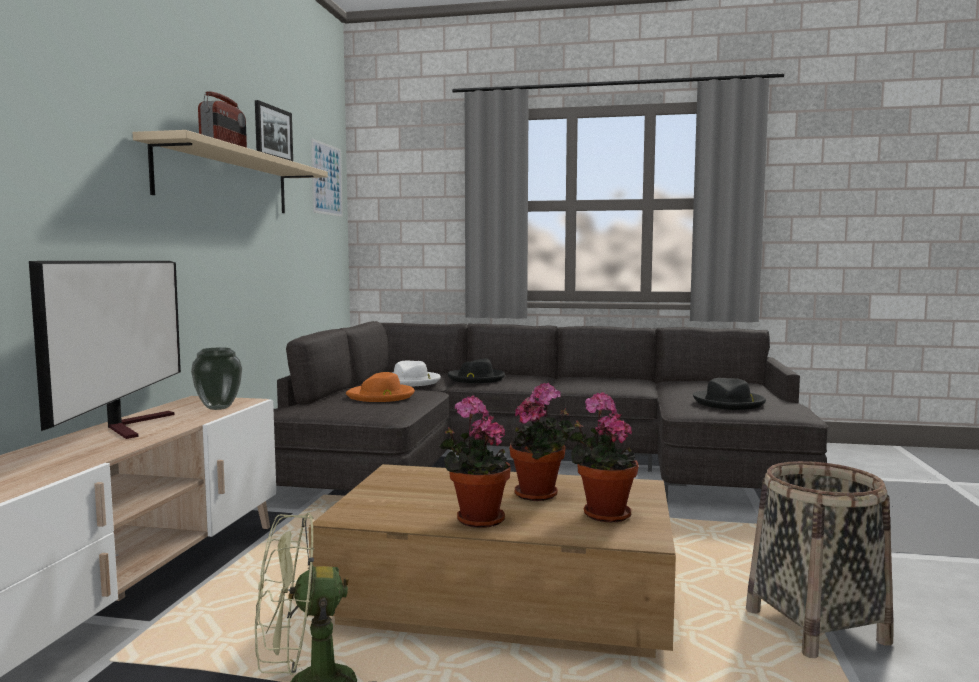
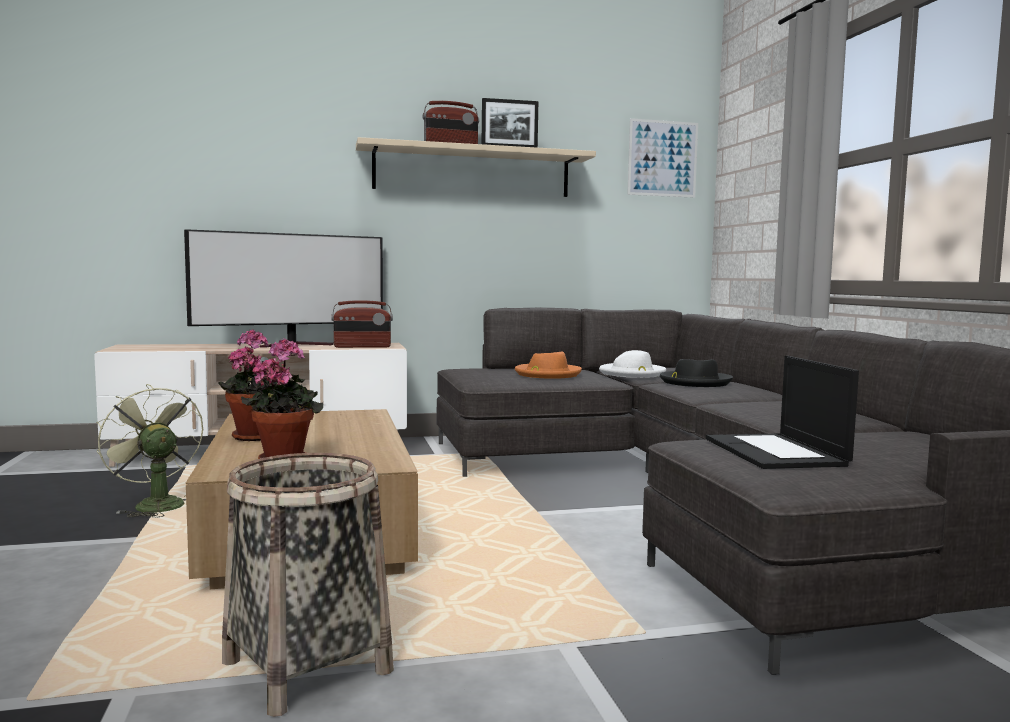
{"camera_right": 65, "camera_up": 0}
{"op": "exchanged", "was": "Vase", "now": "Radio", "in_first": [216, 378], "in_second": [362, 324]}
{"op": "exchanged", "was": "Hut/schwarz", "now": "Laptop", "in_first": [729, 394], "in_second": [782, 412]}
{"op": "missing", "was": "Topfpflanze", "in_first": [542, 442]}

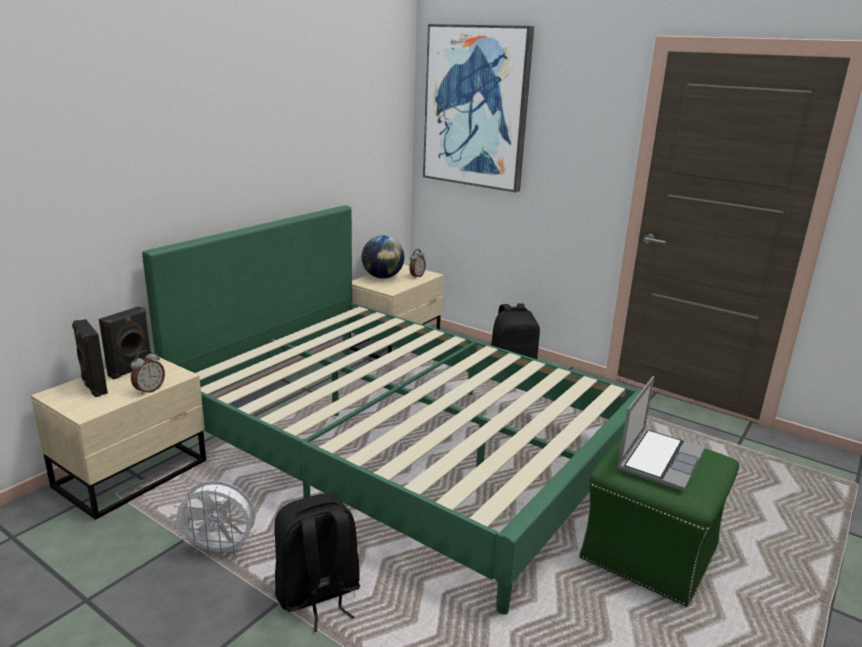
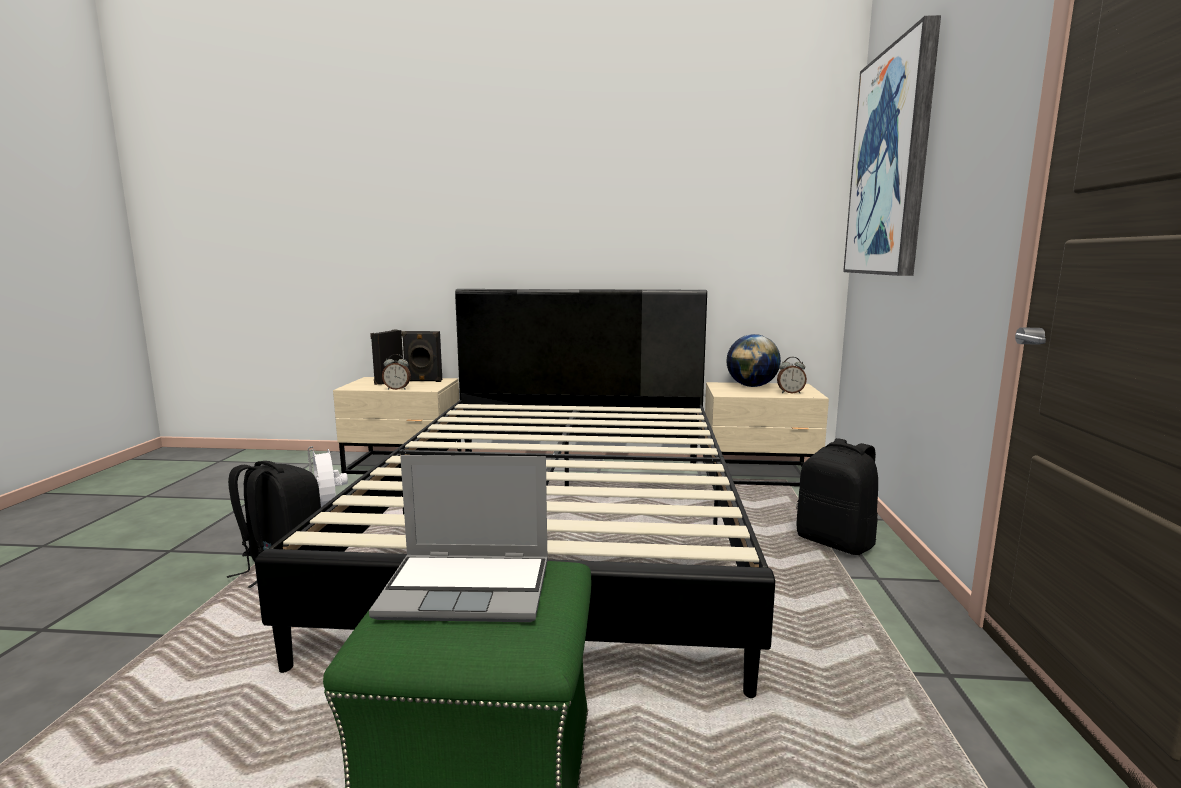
{"camera_right": 60, "camera_up": -10}
{"op": "colour", "was": "Bett/grün", "now": "Bett/schwarz", "in_first": [392, 410], "in_second": [515, 493]}

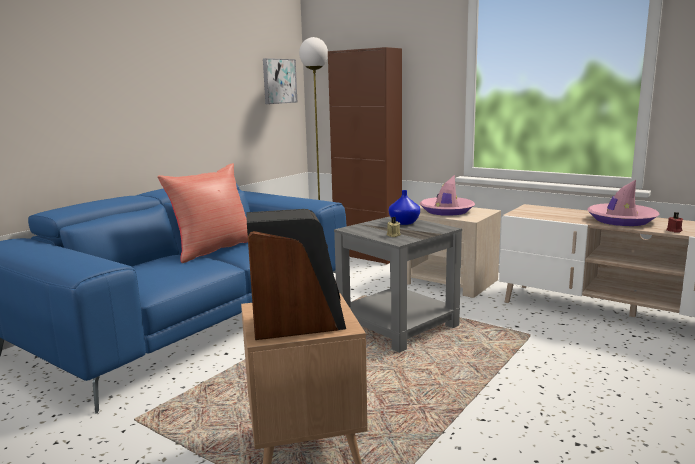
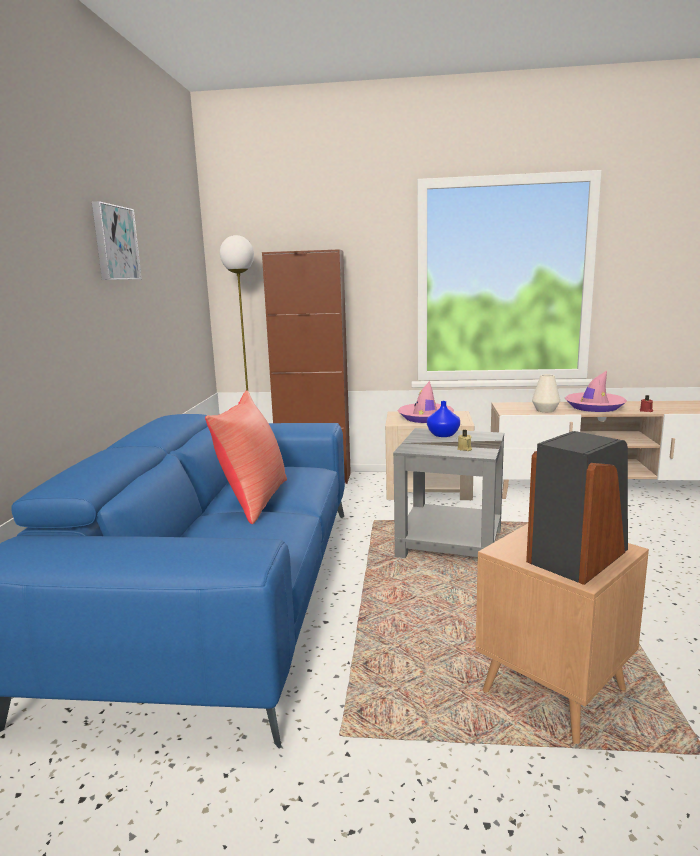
{"camera_right": -30, "camera_up": 0}
{"op": "relocated", "was": "Bild", "in_first": [280, 81], "in_second": [117, 240]}
{"op": "appeared", "now": "Vase/weiß", "in_second": [546, 393]}

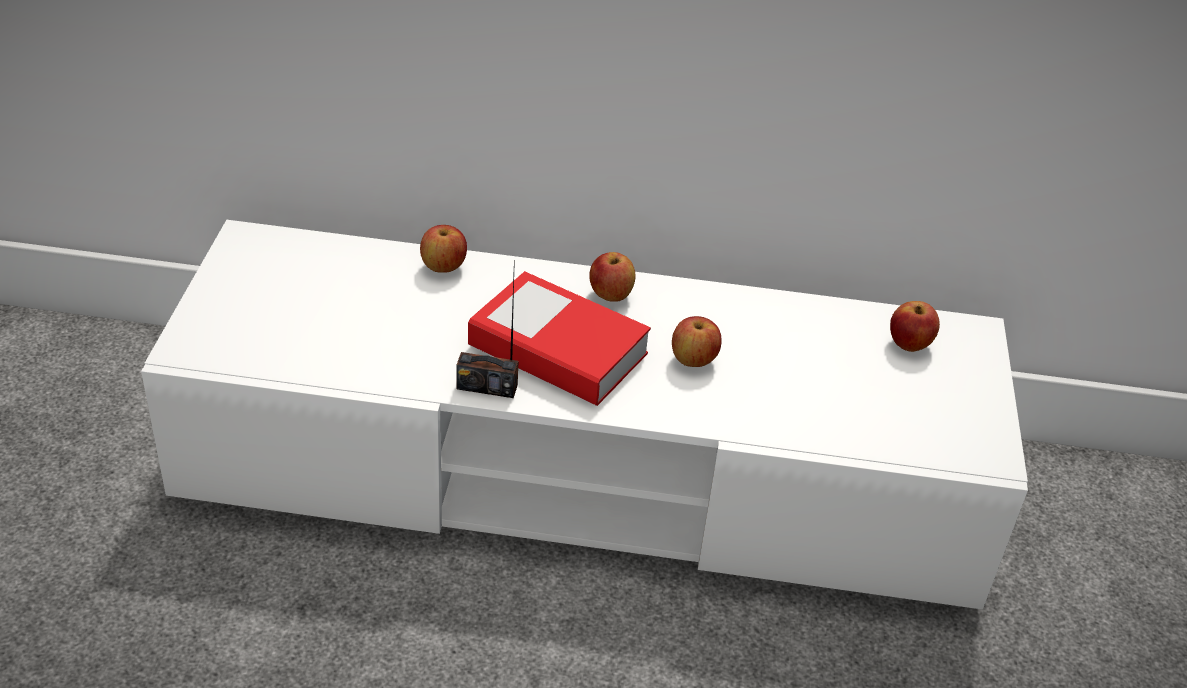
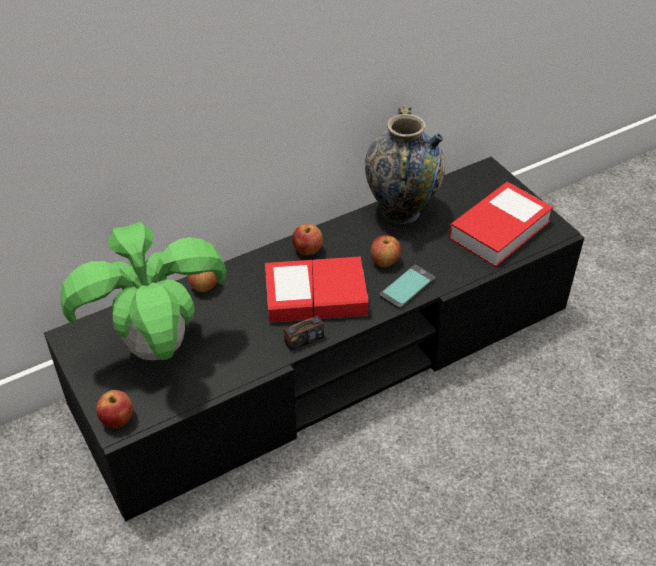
{"camera_right": -35, "camera_up": 5}
{"op": "colour", "was": "Fernsehschrank/weiß", "now": "Fernsehschrank/schwarz", "in_first": [584, 415], "in_second": [314, 339]}
{"op": "appeared", "now": "Topfpflanze", "in_second": [143, 291]}
{"op": "relocated", "was": "Apfel", "in_first": [915, 326], "in_second": [114, 409]}
{"op": "appeared", "now": "Vase", "in_second": [405, 164]}
{"op": "appeared", "now": "Handy", "in_second": [407, 287]}
{"op": "appeared", "now": "Buch", "in_second": [501, 224]}

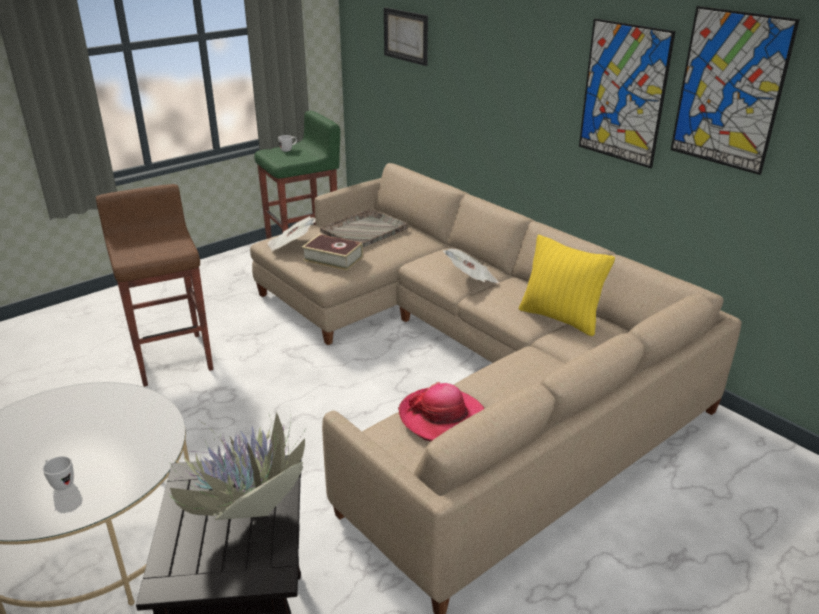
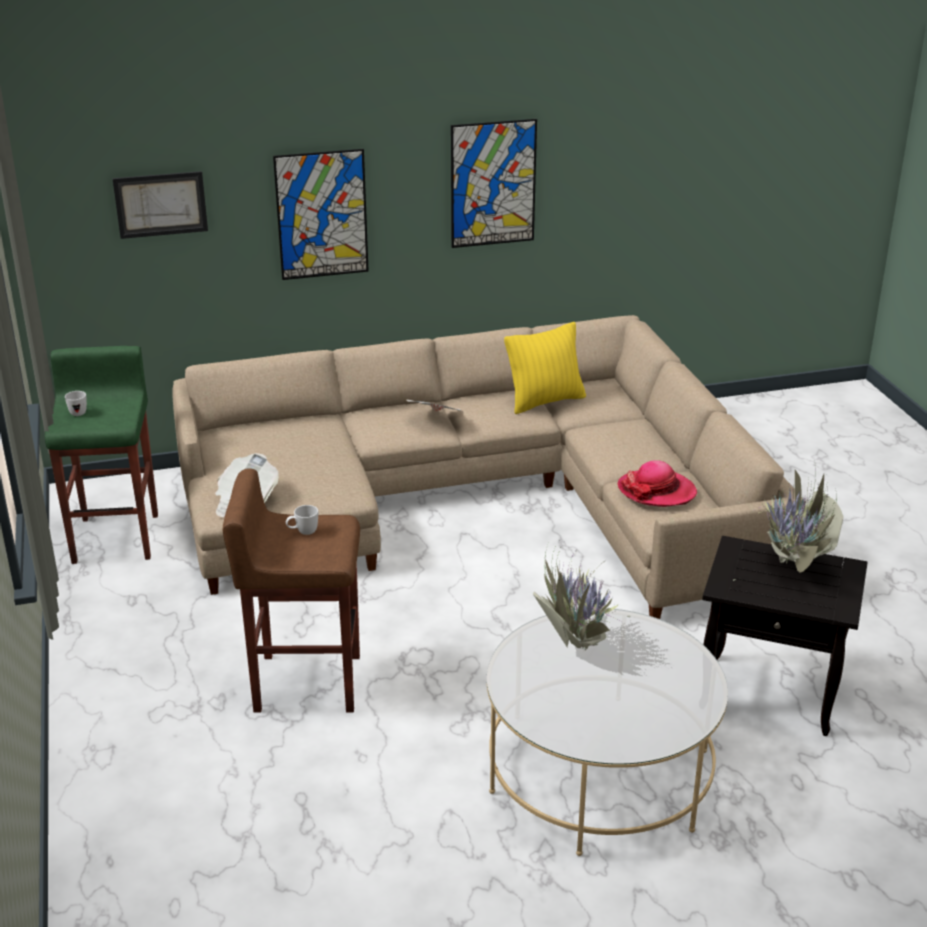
{"camera_right": -65, "camera_up": 0}
{"op": "relocated", "was": "Bild", "in_first": [735, 90], "in_second": [321, 214]}
{"op": "relocated", "was": "Henkelbecher/weiß", "in_first": [58, 473], "in_second": [302, 520]}
{"op": "appeared", "now": "Topfpflanze", "in_second": [582, 597]}
{"op": "missing", "was": "Buch", "in_first": [332, 252]}
{"op": "missing", "was": "Tablett/grau", "in_first": [364, 228]}

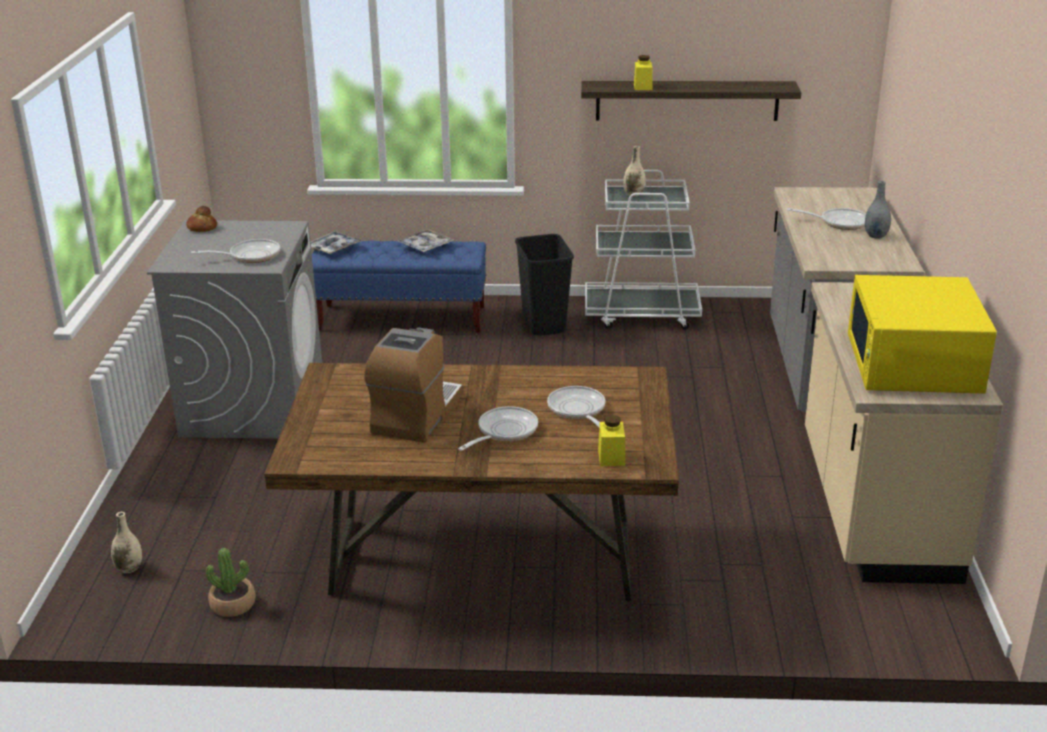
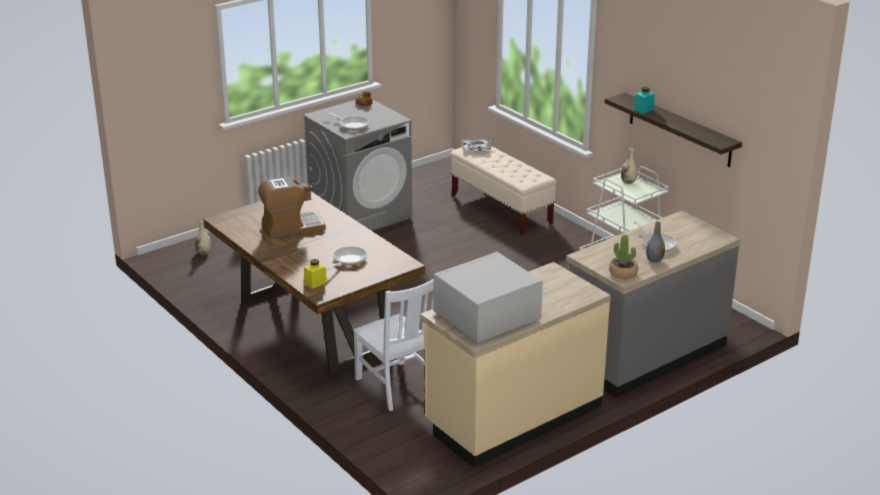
{"camera_right": 50, "camera_up": 0}
{"op": "appeared", "now": "Stuhl/weiß", "in_second": [393, 345]}
{"op": "colour", "was": "Mikrowelle/gelb", "now": "Mikrowelle/weiß", "in_first": [922, 334], "in_second": [488, 297]}
{"op": "colour", "was": "Bank/blau", "now": "Bank/beige", "in_first": [399, 287], "in_second": [504, 190]}
{"op": "relocated", "was": "Topfpflanze", "in_first": [231, 582], "in_second": [623, 257]}
{"op": "colour", "was": "Vorratsglas/gelb", "now": "Vorratsglas/türkis", "in_first": [643, 72], "in_second": [644, 100]}
{"op": "missing", "was": "Tablett", "in_first": [425, 240]}
{"op": "missing", "was": "Pfanne", "in_first": [498, 428]}
{"op": "missing", "was": "Mülleimer/schwarz", "in_first": [544, 285]}

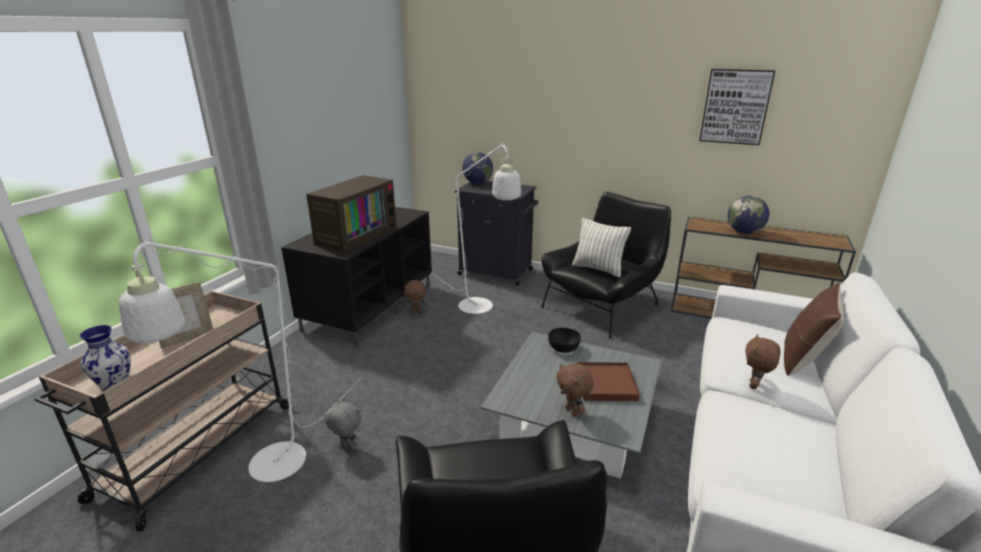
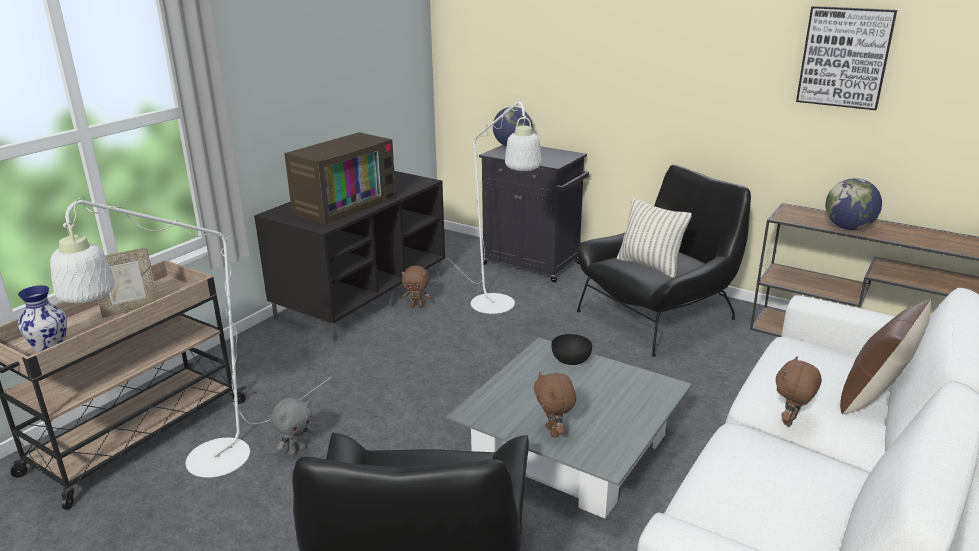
{"camera_right": 10, "camera_up": 0}
{"op": "spun", "was": "Plüschtier/grau", "in_first": [343, 425], "in_second": [292, 426], "clockwise": 90}
{"op": "missing", "was": "Tablett/braun", "in_first": [608, 381]}

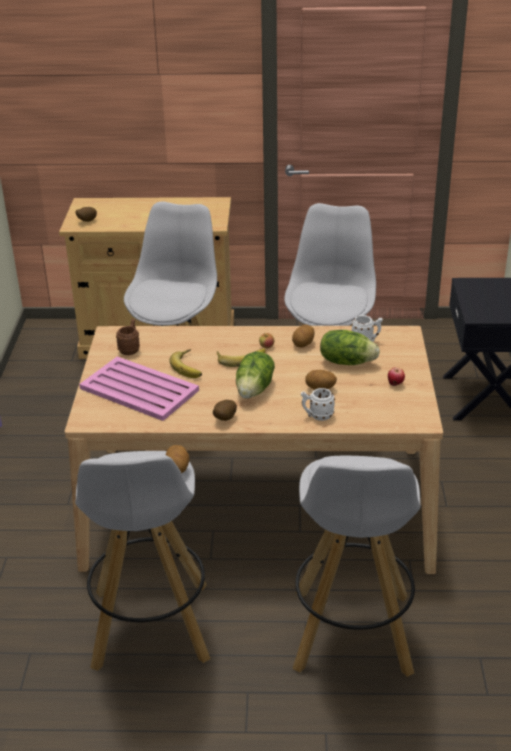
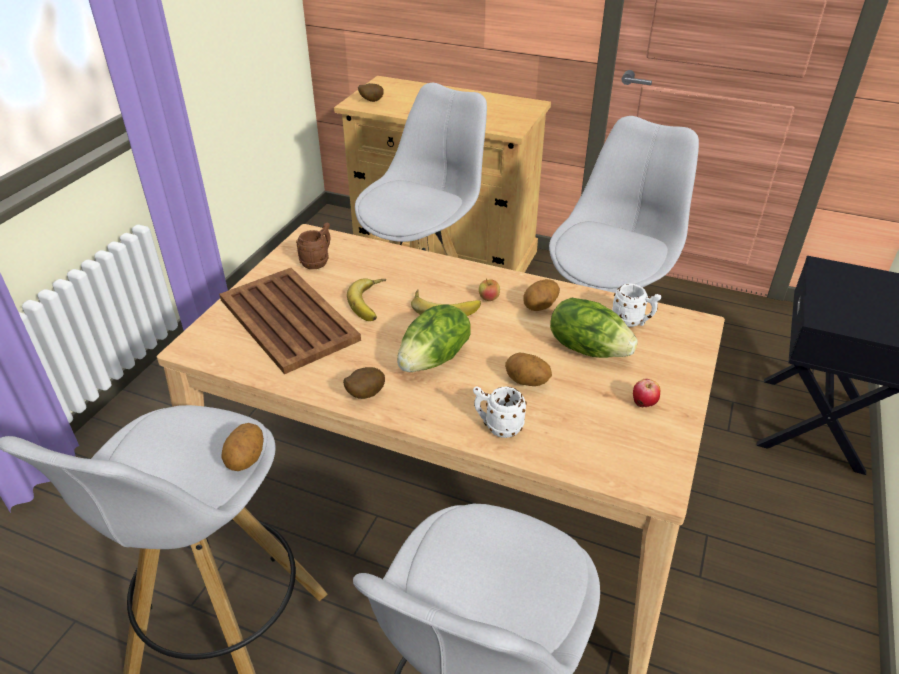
{"camera_right": 20, "camera_up": 5}
{"op": "colour", "was": "Tablett/rosa", "now": "Tablett/braun", "in_first": [139, 388], "in_second": [290, 321]}

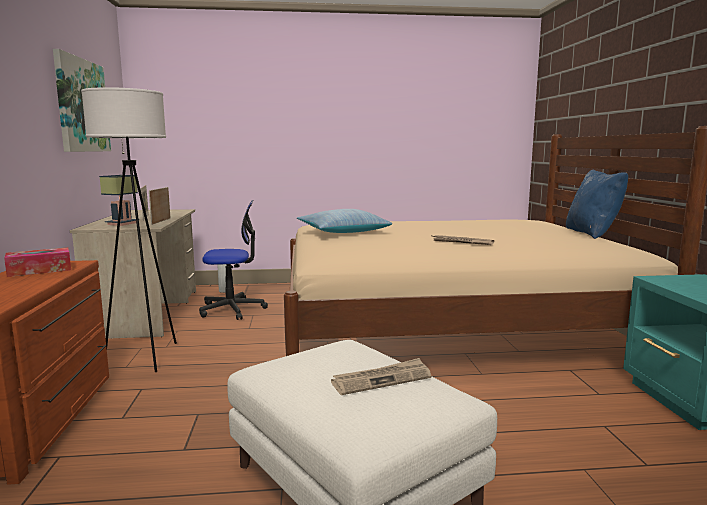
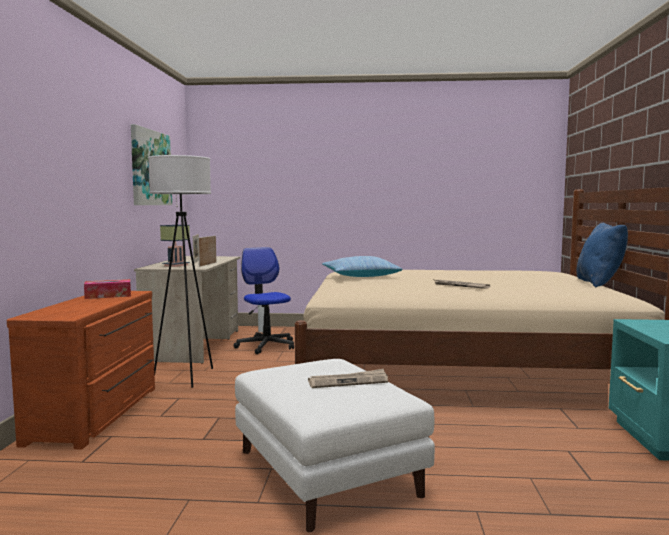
{"camera_right": 10, "camera_up": -5}
{"op": "spun", "was": "Bürostuhl", "in_first": [233, 260], "in_second": [264, 300], "clockwise": -120}

